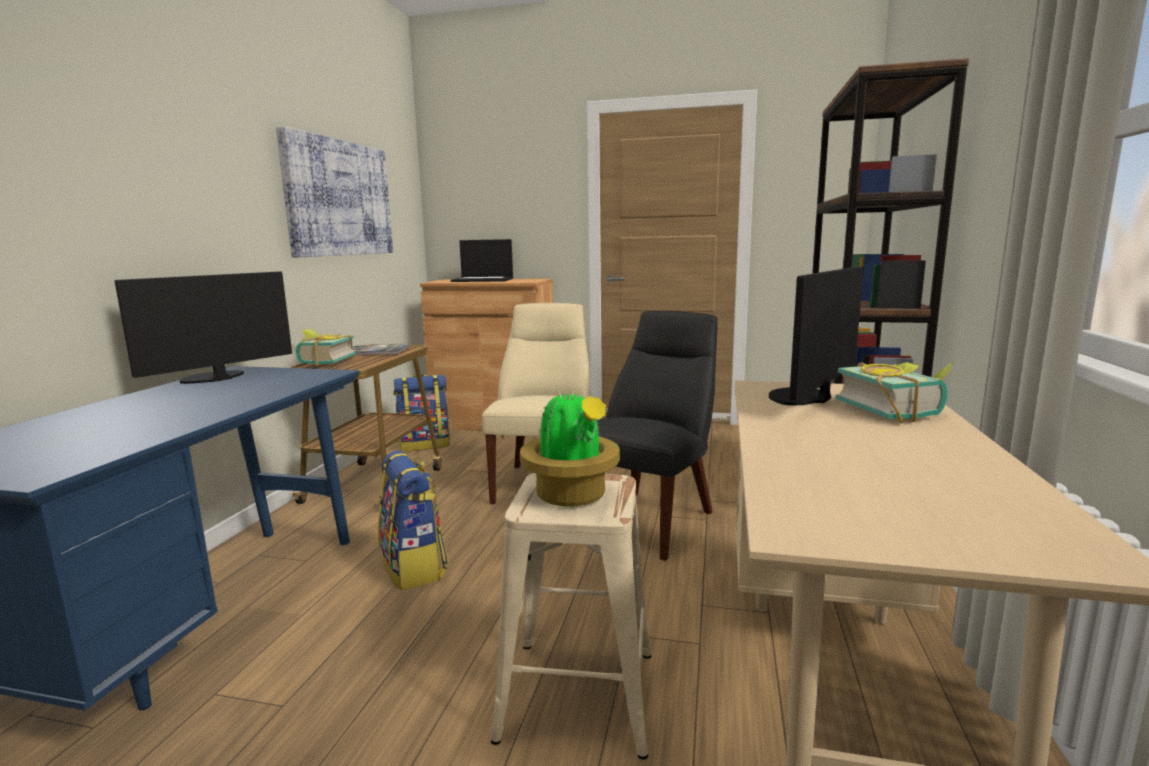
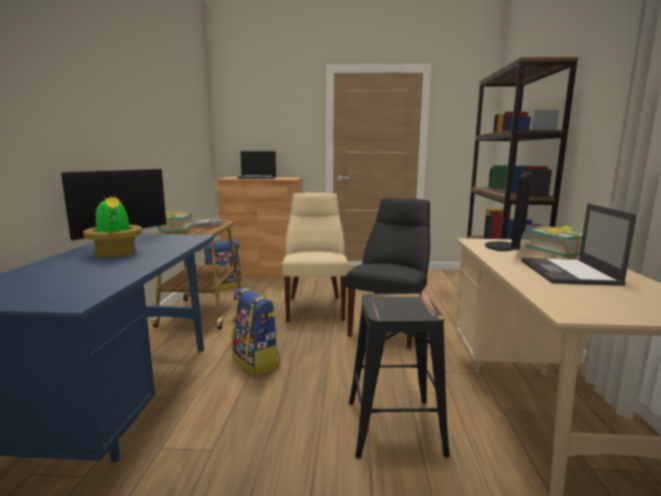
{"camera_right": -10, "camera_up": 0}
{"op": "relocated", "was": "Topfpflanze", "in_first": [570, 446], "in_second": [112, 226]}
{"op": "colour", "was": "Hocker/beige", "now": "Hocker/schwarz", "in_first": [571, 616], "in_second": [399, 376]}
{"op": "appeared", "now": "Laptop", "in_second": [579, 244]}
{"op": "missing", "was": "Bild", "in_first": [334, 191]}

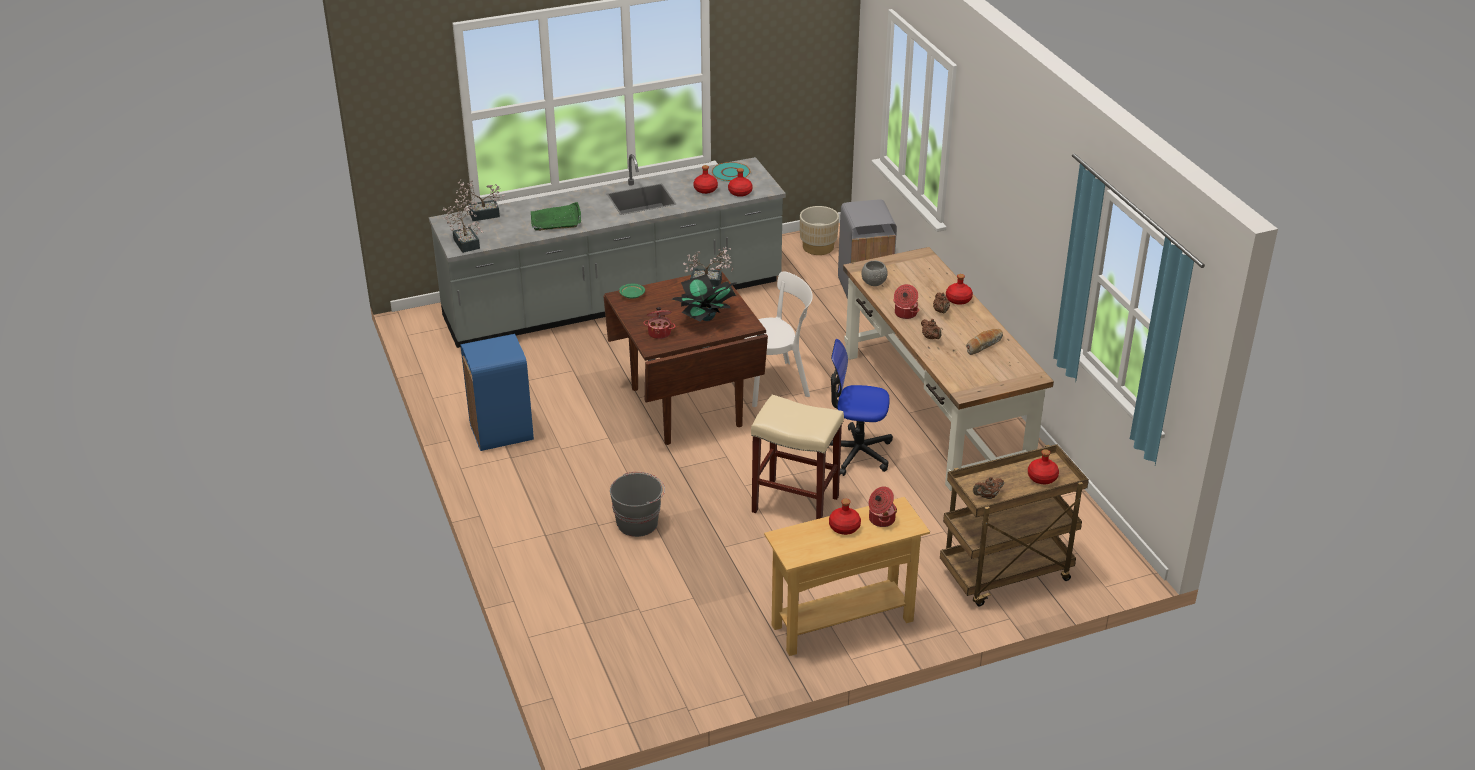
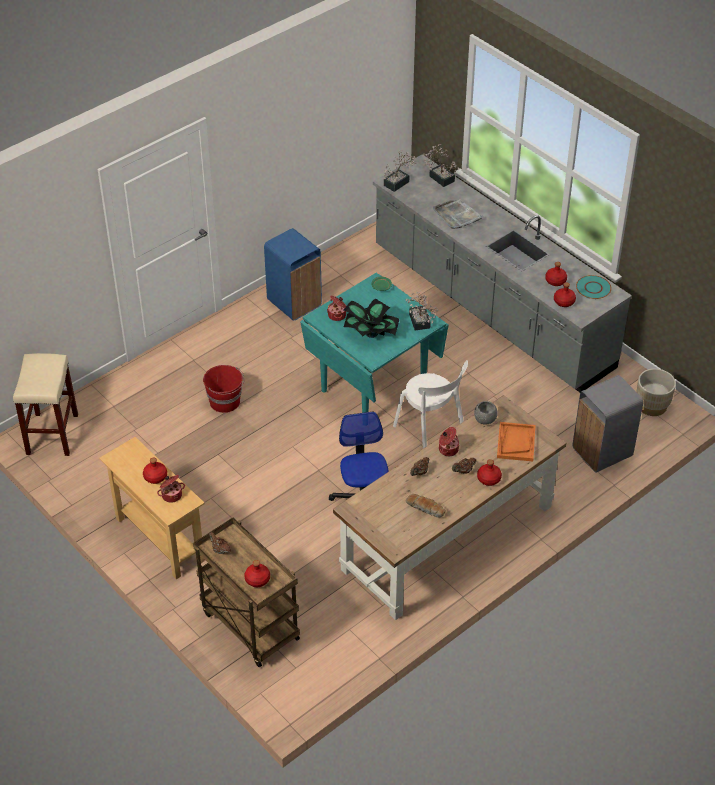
{"camera_right": 70, "camera_up": 10}
{"op": "relocated", "was": "Hocker/beige", "in_first": [797, 457], "in_second": [45, 404]}
{"op": "colour", "was": "Eimer/grau", "now": "Eimer/rot", "in_first": [637, 504], "in_second": [223, 389]}
{"op": "colour", "was": "Esstisch/braun", "now": "Esstisch/türkis", "in_first": [685, 357], "in_second": [374, 343]}
{"op": "colour", "was": "Tablett/grün", "now": "Tablett/grau", "in_first": [556, 216], "in_second": [458, 214]}
{"op": "appeared", "now": "Tablett/orange", "in_second": [516, 441]}

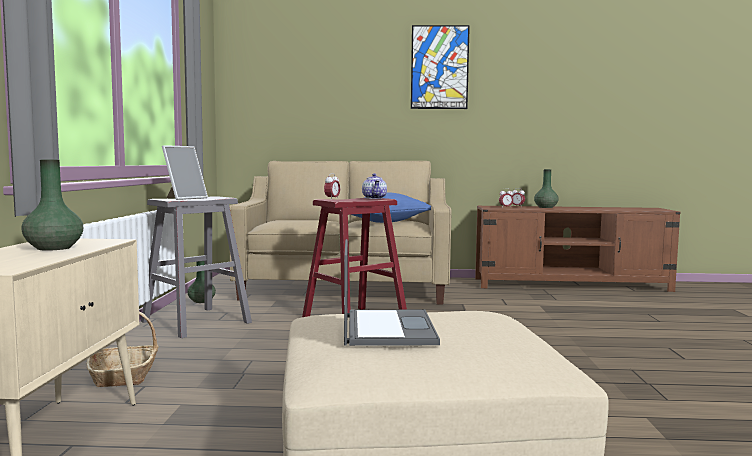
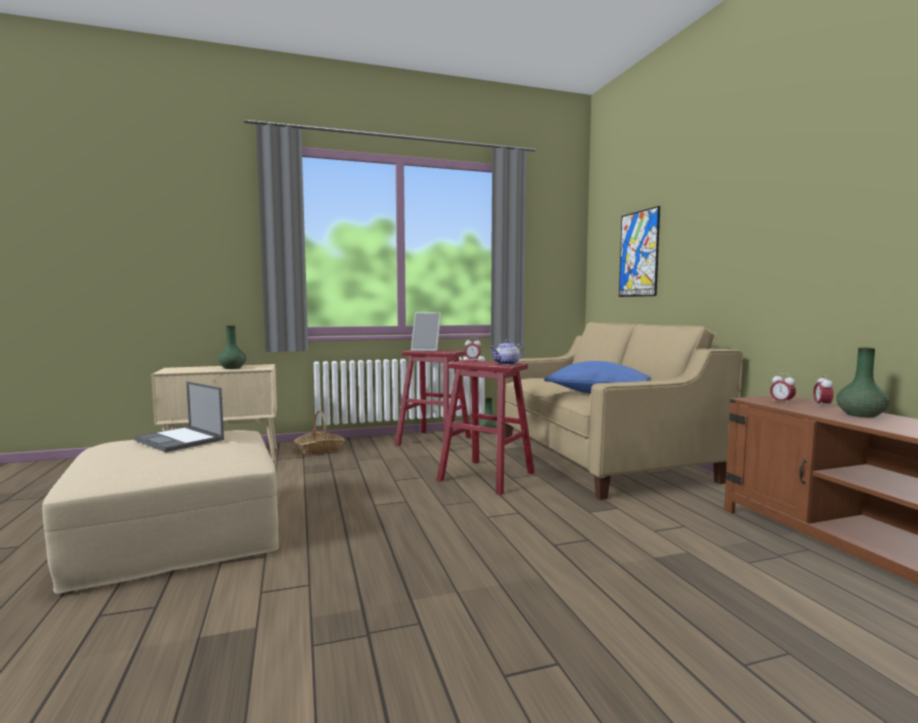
{"camera_right": 70, "camera_up": 0}
{"op": "spun", "was": "Laptop", "in_first": [392, 292], "in_second": [178, 416], "clockwise": 60}
{"op": "colour", "was": "Hocker/grau", "now": "Hocker/rot", "in_first": [196, 267], "in_second": [433, 400]}
{"op": "relocated", "was": "Bild", "in_first": [440, 67], "in_second": [639, 251]}

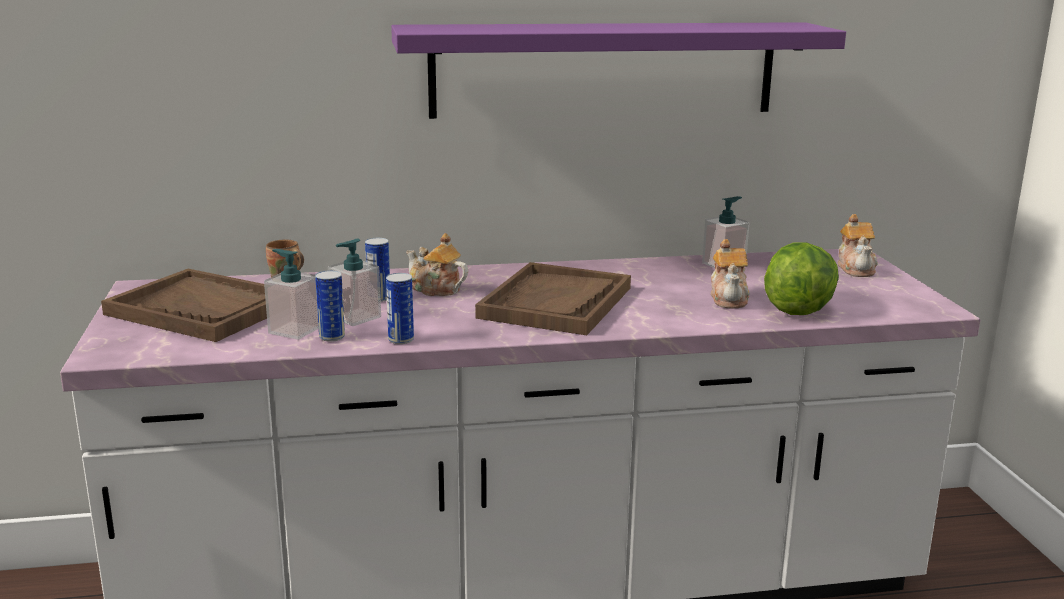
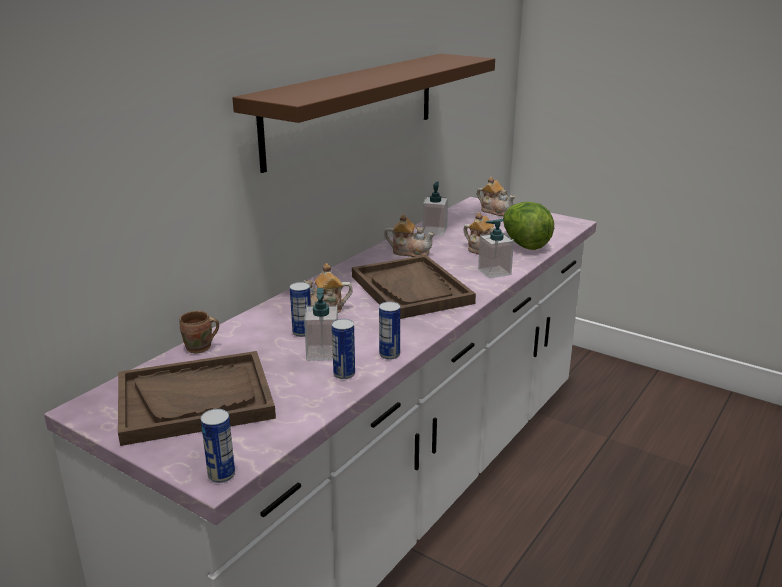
{"camera_right": -45, "camera_up": 5}
{"op": "appeared", "now": "Dose", "in_second": [218, 446]}
{"op": "colour", "was": "Wandregal/lila", "now": "Wandregal/braun", "in_first": [618, 70], "in_second": [363, 113]}
{"op": "appeared", "now": "Teekanne", "in_second": [409, 235]}
{"op": "relocated", "was": "Seifenspender", "in_first": [291, 294], "in_second": [496, 248]}

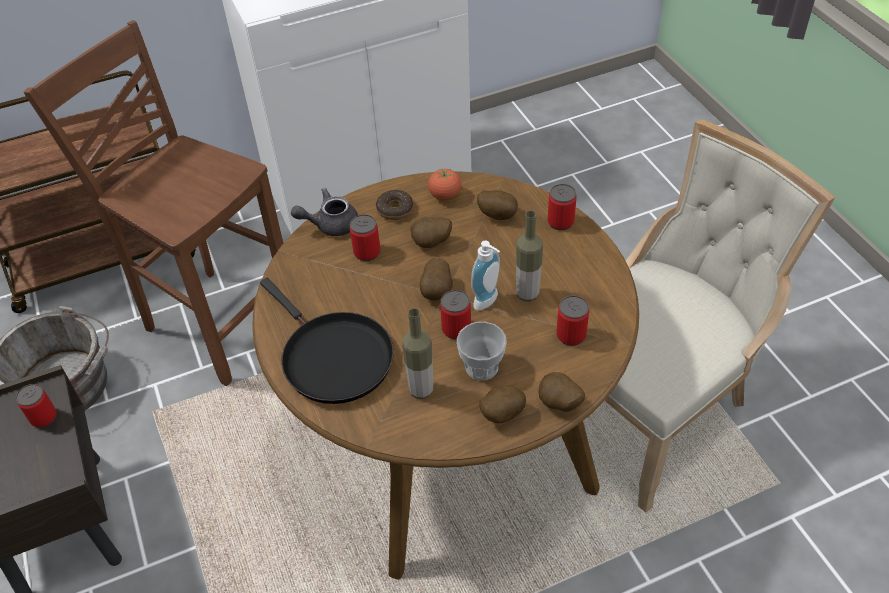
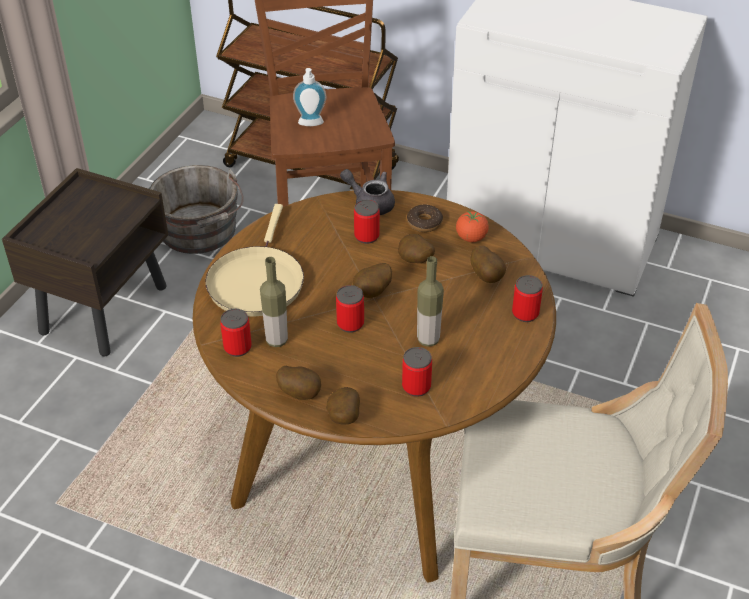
{"camera_right": 45, "camera_up": -5}
{"op": "colour", "was": "Pfanne/schwarz", "now": "Pfanne/beige", "in_first": [327, 341], "in_second": [254, 260]}
{"op": "relocated", "was": "Dose", "in_first": [36, 406], "in_second": [236, 333]}
{"op": "relocated", "was": "Seifenspender", "in_first": [485, 276], "in_second": [309, 97]}
{"op": "missing", "was": "Tasse", "in_first": [482, 351]}

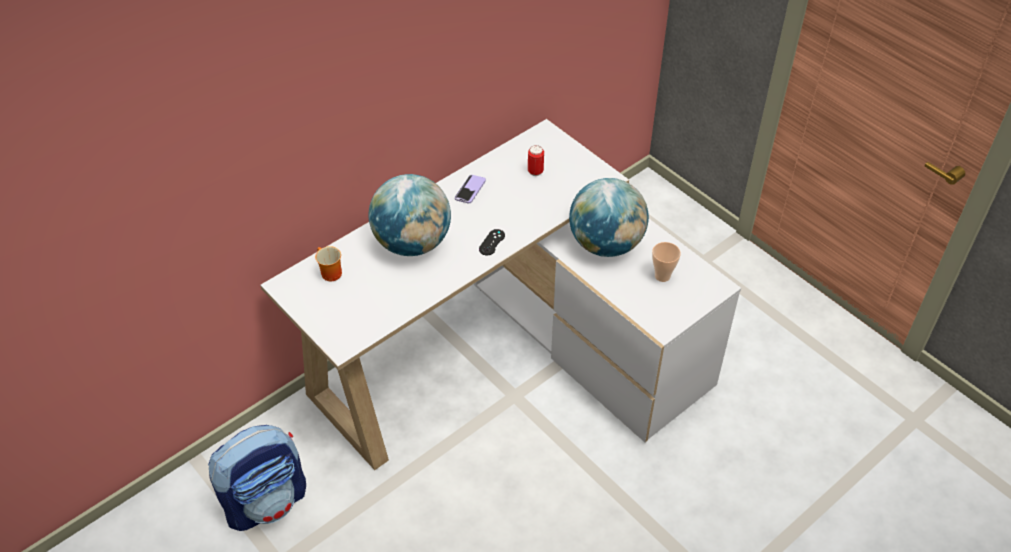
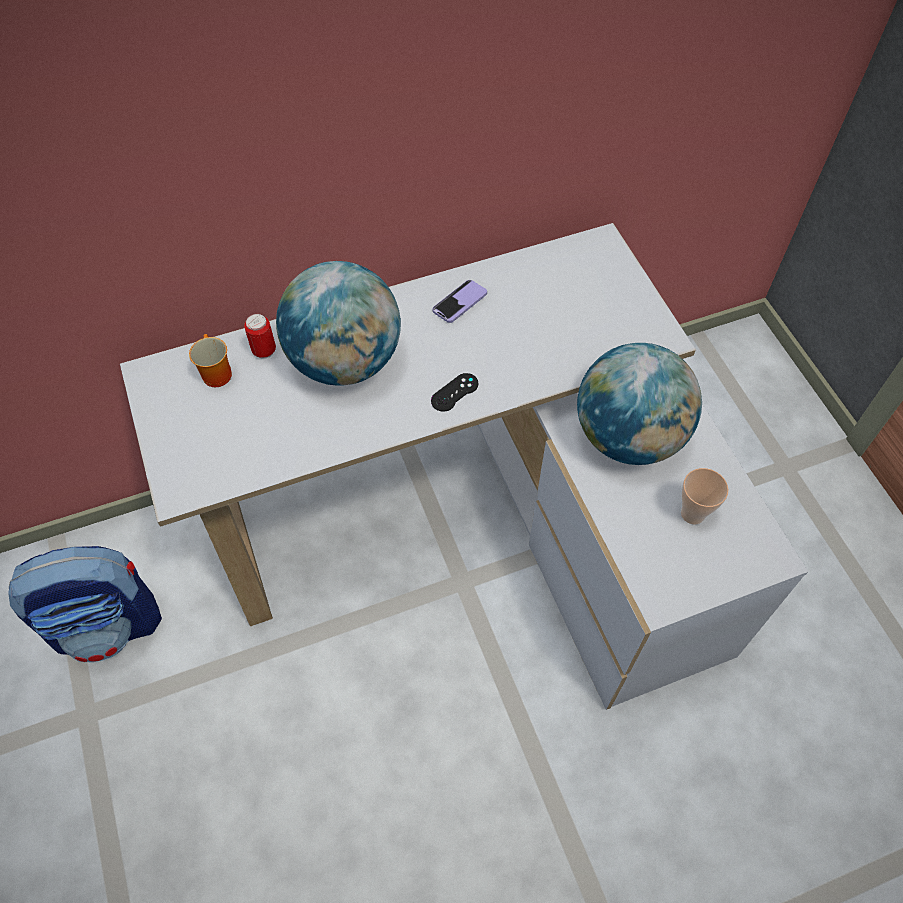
{"camera_right": 20, "camera_up": 10}
{"op": "relocated", "was": "Dose", "in_first": [536, 160], "in_second": [260, 336]}

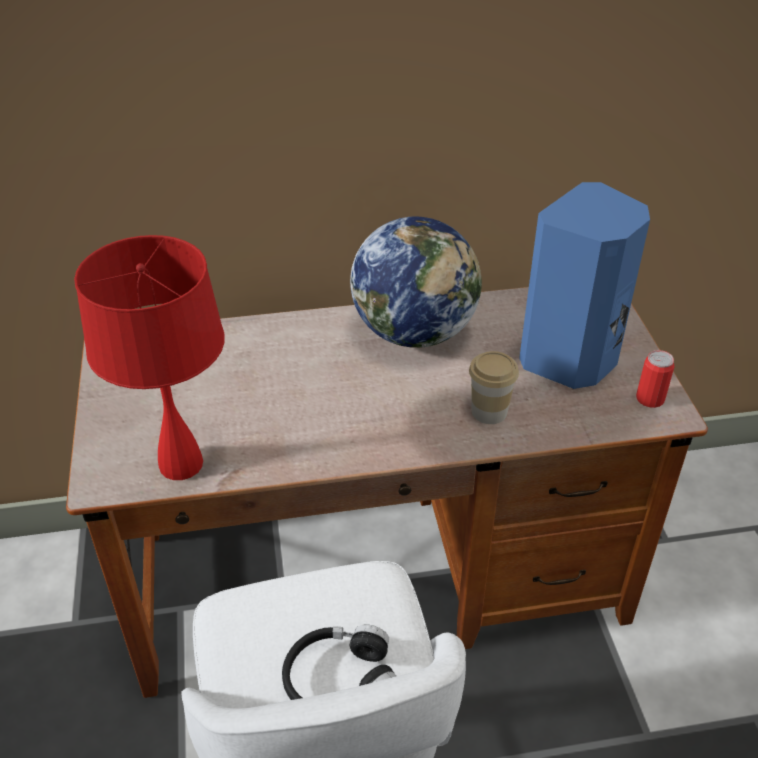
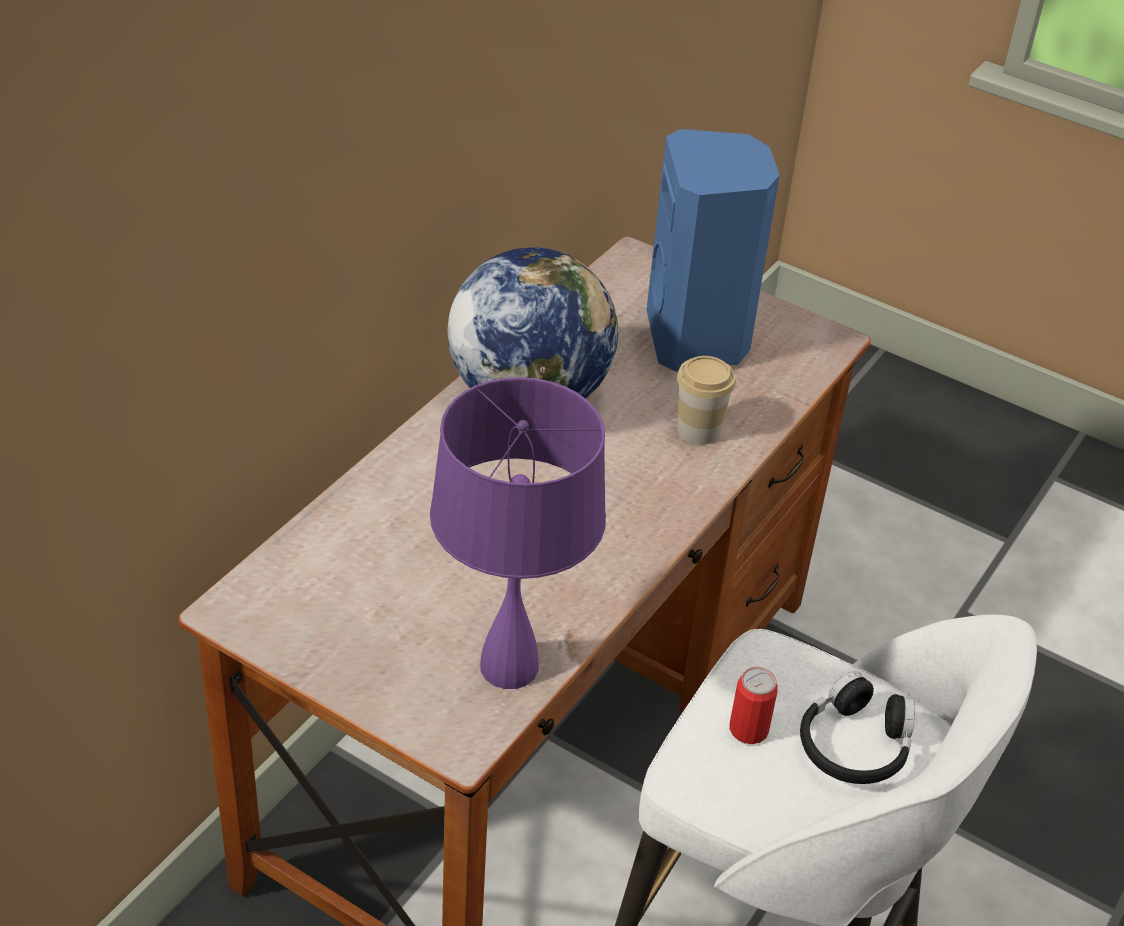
{"camera_right": -50, "camera_up": 0}
{"op": "colour", "was": "Tischlampe/rot", "now": "Tischlampe/lila", "in_first": [149, 357], "in_second": [518, 533]}
{"op": "relocated", "was": "Dose", "in_first": [655, 379], "in_second": [753, 705]}

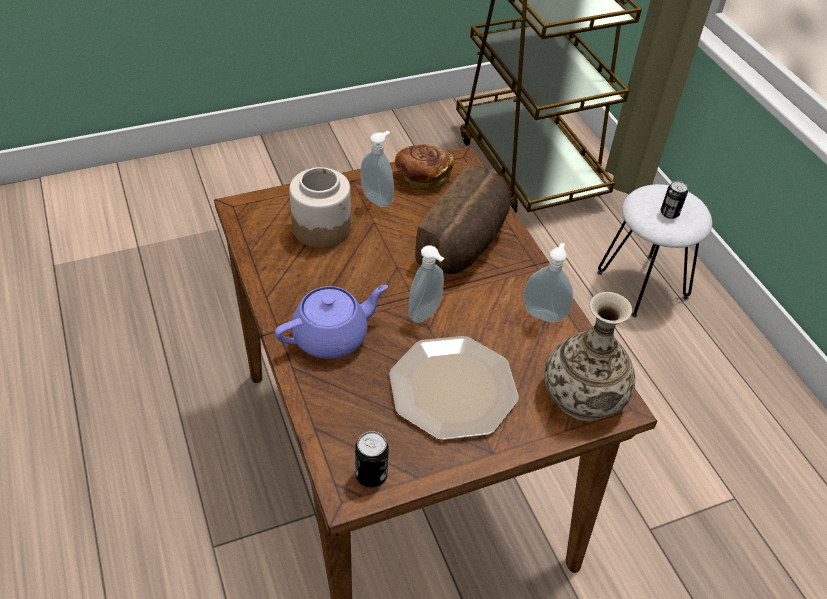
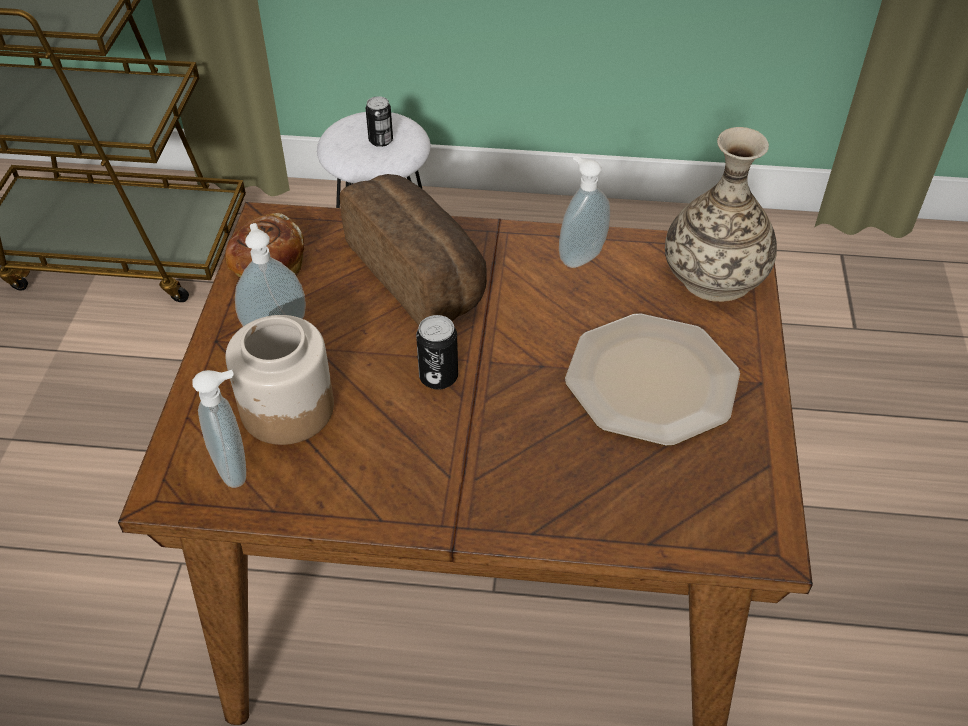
{"camera_right": -60, "camera_up": 0}
{"op": "relocated", "was": "Seifenspender", "in_first": [426, 284], "in_second": [219, 429]}
{"op": "relocated", "was": "Dose", "in_first": [372, 459], "in_second": [437, 352]}
{"op": "missing", "was": "Teekanne/lila", "in_first": [331, 322]}

